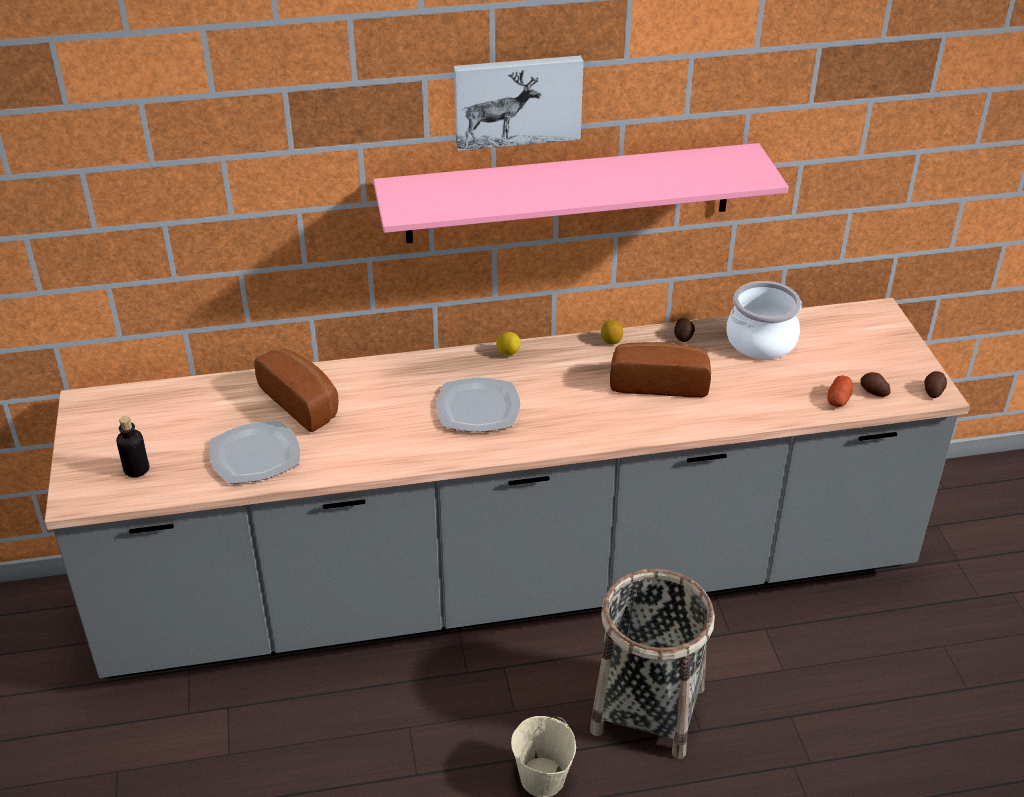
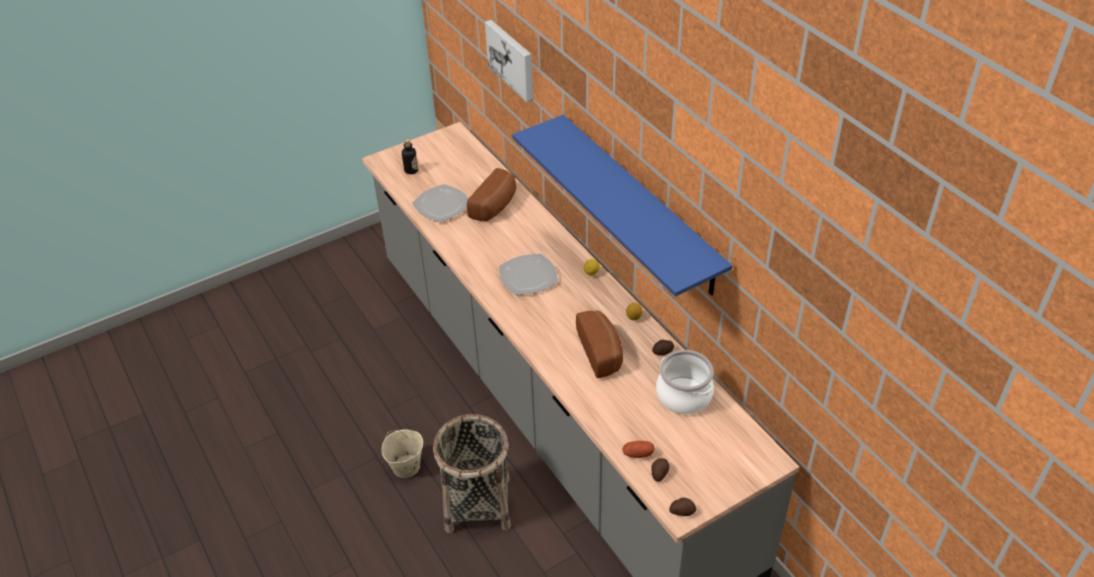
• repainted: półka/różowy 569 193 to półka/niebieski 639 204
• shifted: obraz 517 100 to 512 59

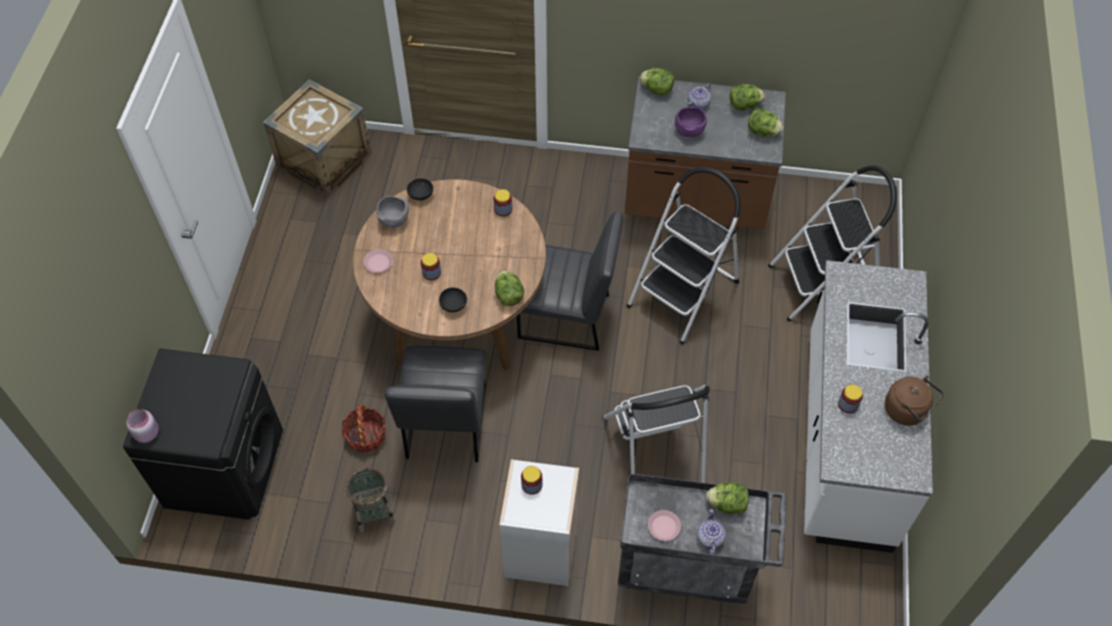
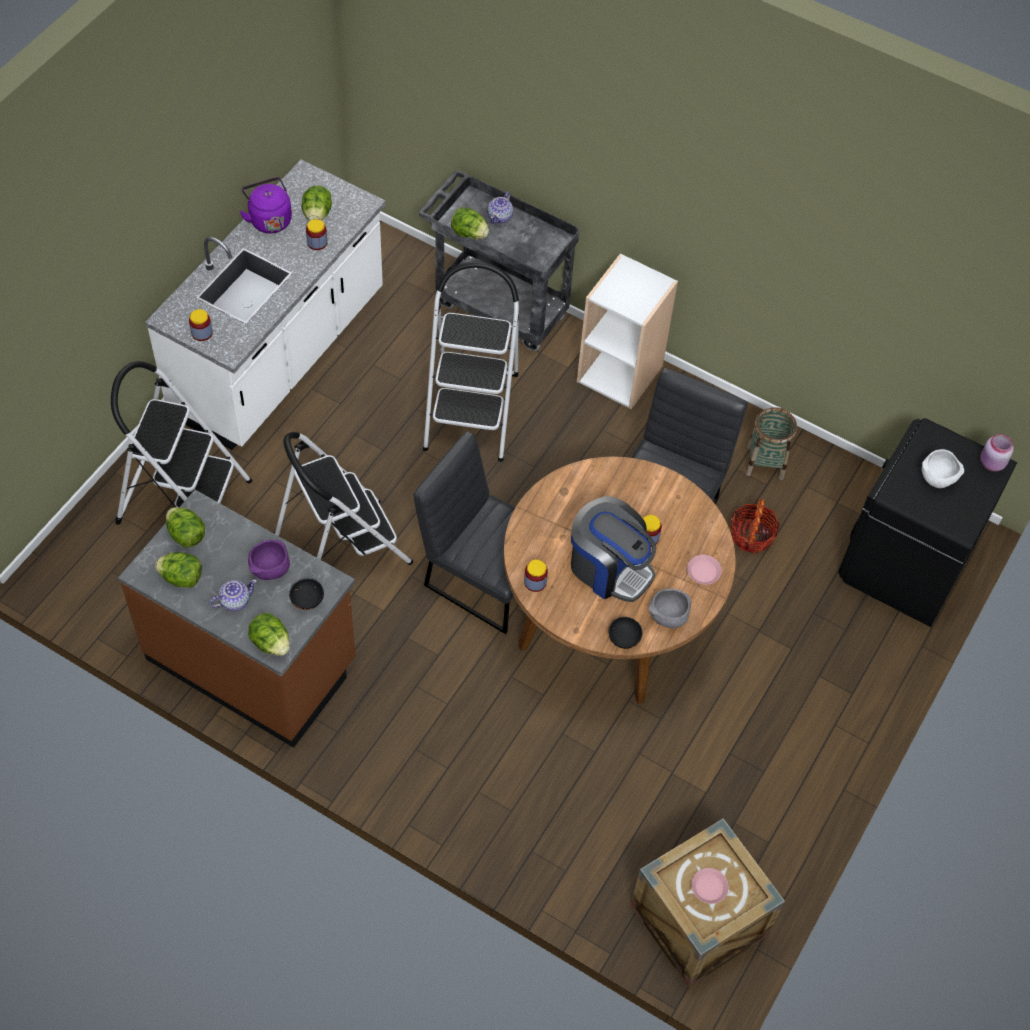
• shifted: miska/czarny 454 305 to 306 600
• shifted: sałata 509 295 to 317 214
• shifted: słoik 531 485 to 202 333
• shifted: talerz/różowy 664 527 to 709 887
• repainted: czajnik/brązowy 907 411 to czajnik/fioletowy 269 219
• new: ekspres do kawy 609 568
• new: miska/biały 937 478

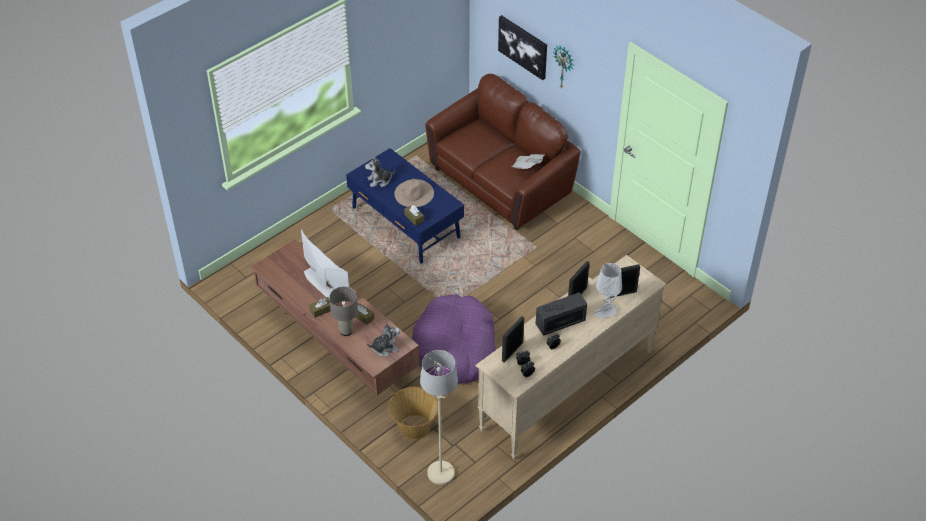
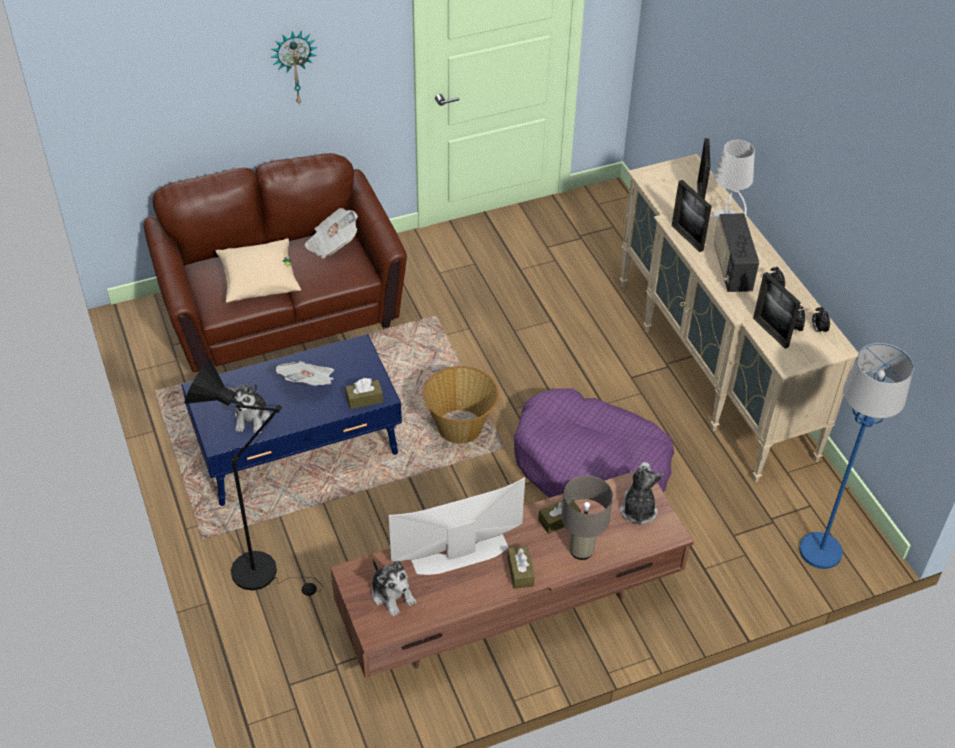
• shifted: koszyk 414 427 to 460 428
• swapped: kapelusz/beżowy 414 193 to gazeta 309 383
• repainted: lampa stojąca/beżowy 440 473 to lampa stojąca/niebieski 820 551
• gone: obraz 523 46
• new: lampa stojąca/czarny 263 572
• new: poduszka/beżowy 259 281
• new: pluszak 392 594

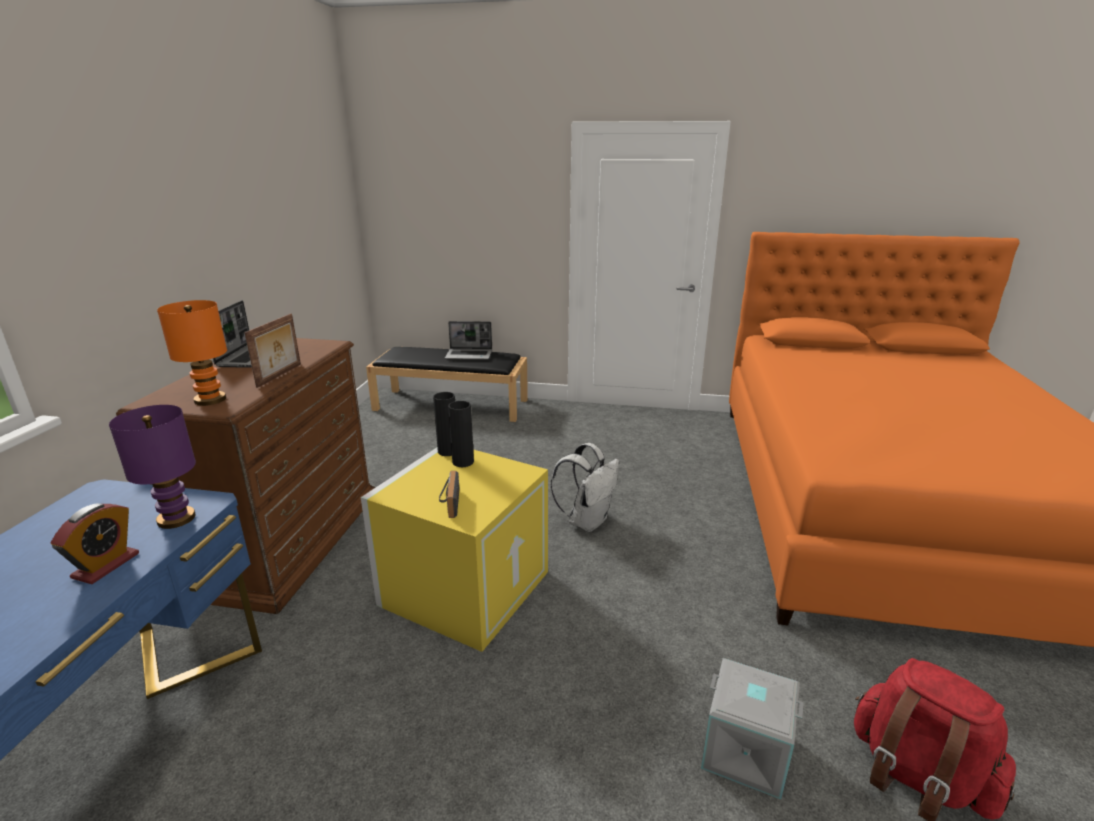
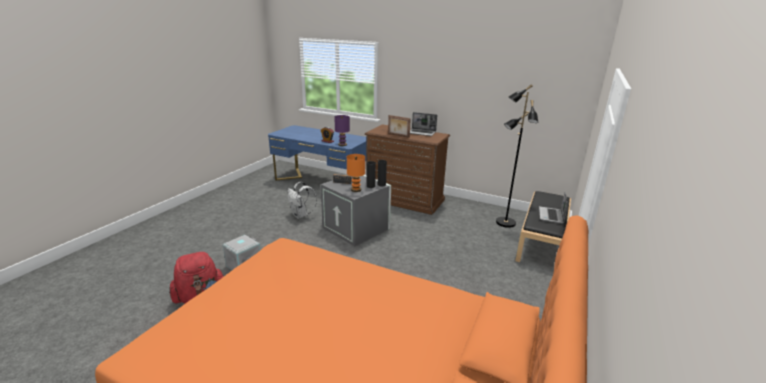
• shifted: lampa stołowa/pomarańczowy 211 399 to 356 190
• repainted: pojemnik do przechowywania/żółty 464 586 to pojemnik do przechowywania/szary 357 228
• shifted: plecak/biały 587 521 to 301 215
• new: lampa stojąca/czarny 505 223

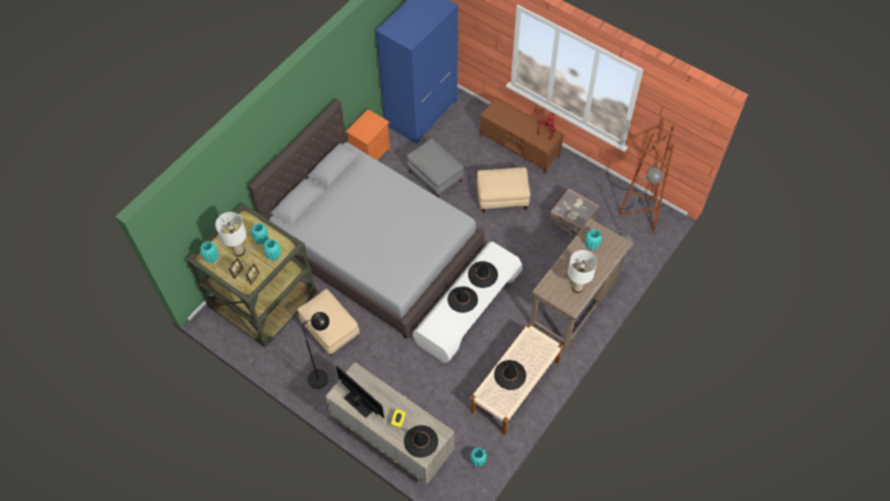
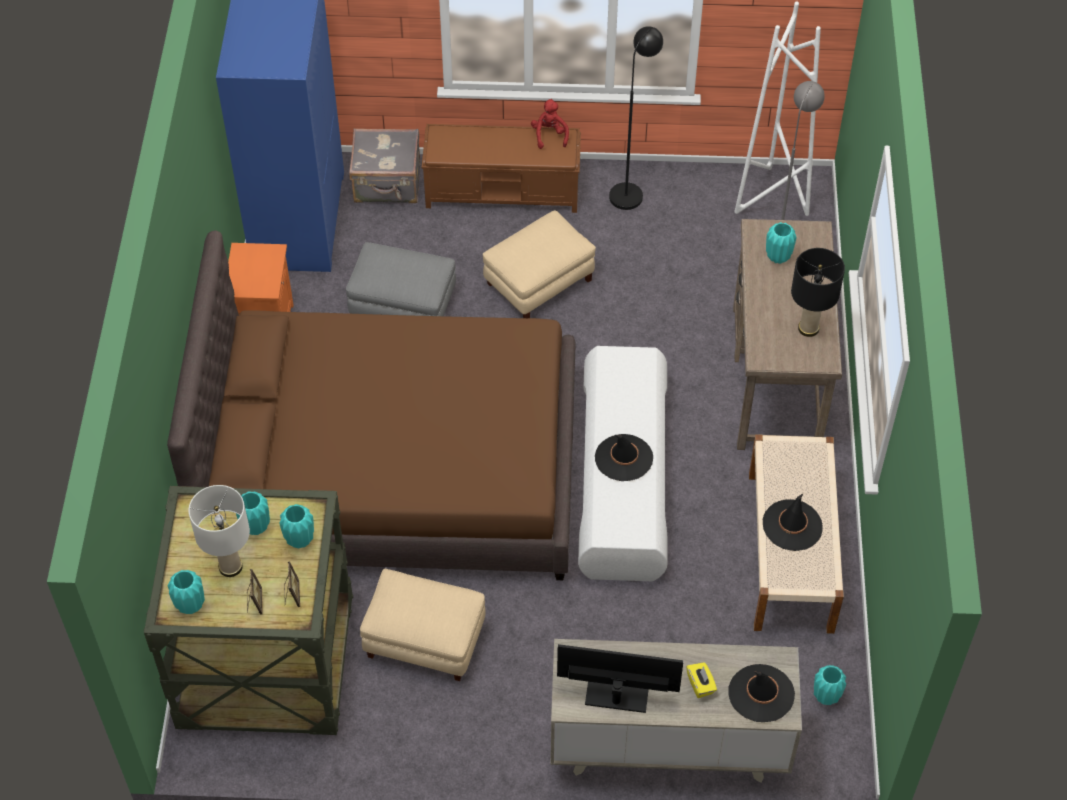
• repainted: łóżko/szary 374 247 to łóżko/brązowy 391 469
• shifted: lampa stojąca/czarny 324 376 to 631 190
• gone: kapelusz/czarny 482 274
• shifted: walizka/szary 572 223 to 387 184
• repainted: lampa stołowa/biały 577 288 to lampa stołowa/czarny 808 328
• repainted: wieszak/brązowy 642 215 to wieszak/biały 771 198

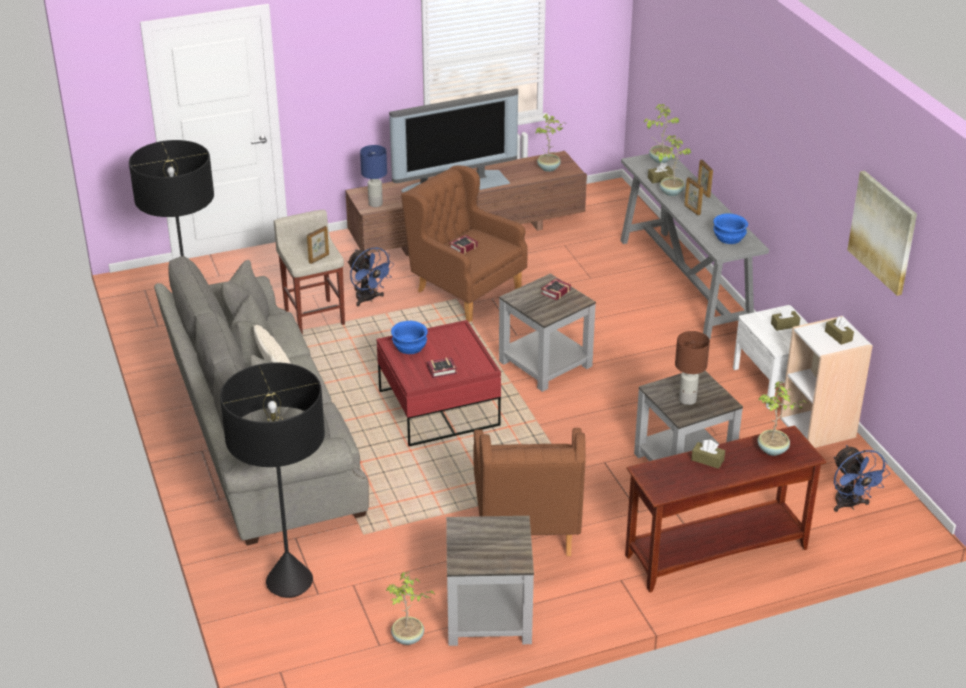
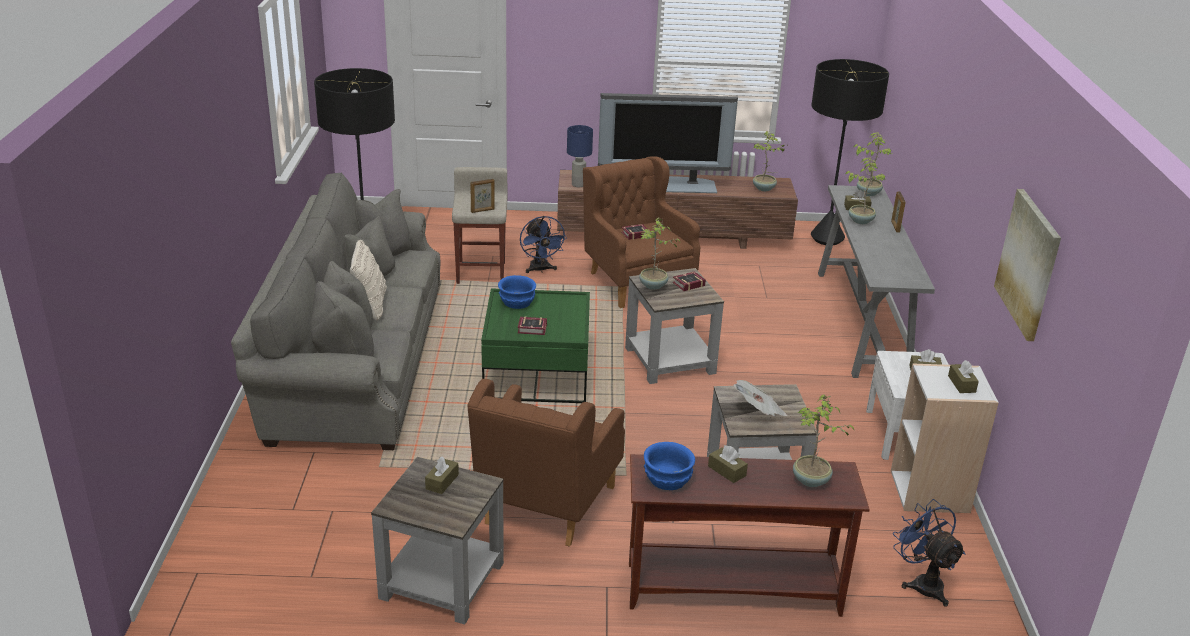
• shifted: lampa stojąca/czarny 290 585 to 827 239
• repainted: ława/czerwony 438 408 to ława/zielony 536 374
• shifted: roślina doniczkowa 408 638 to 653 286
• swapped: lampa stołowa/brązowy 687 400 to gazeta 758 411
• gone: ramka na zdjęcie 692 210
• shifted: miska/niebieski 728 238 to 667 479
• rotated: wentylator/niebieski 850 505 = 922 583 150 degrees clockwise
• new: pudełko chusteczek/brązowy 442 482

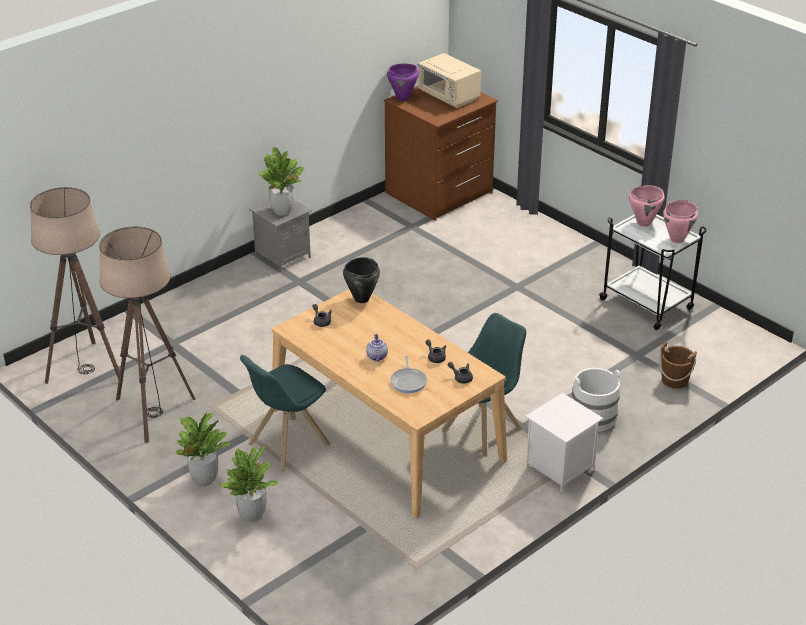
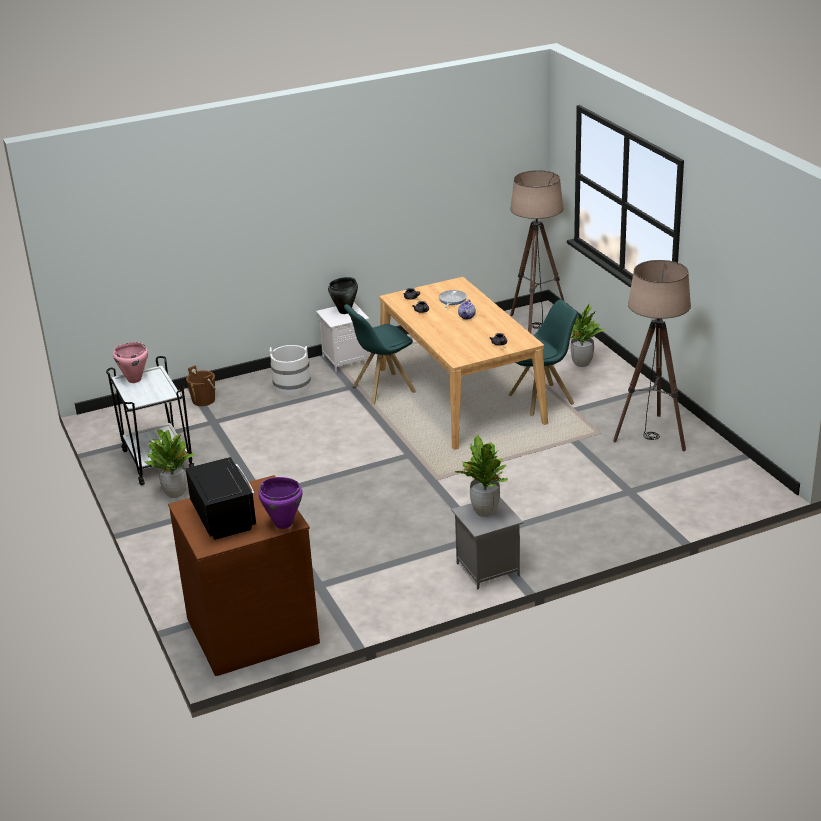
• shifted: lampa stojąca 87 368 to 536 326
• shifted: roślina doniczkowa 204 480 to 175 493
• shifted: garnek/czarny 361 299 to 345 311
• repainted: mikrofalówka/beżowy 449 97 to mikrofalówka/czarny 224 517
• gone: garnek/różowy 644 223

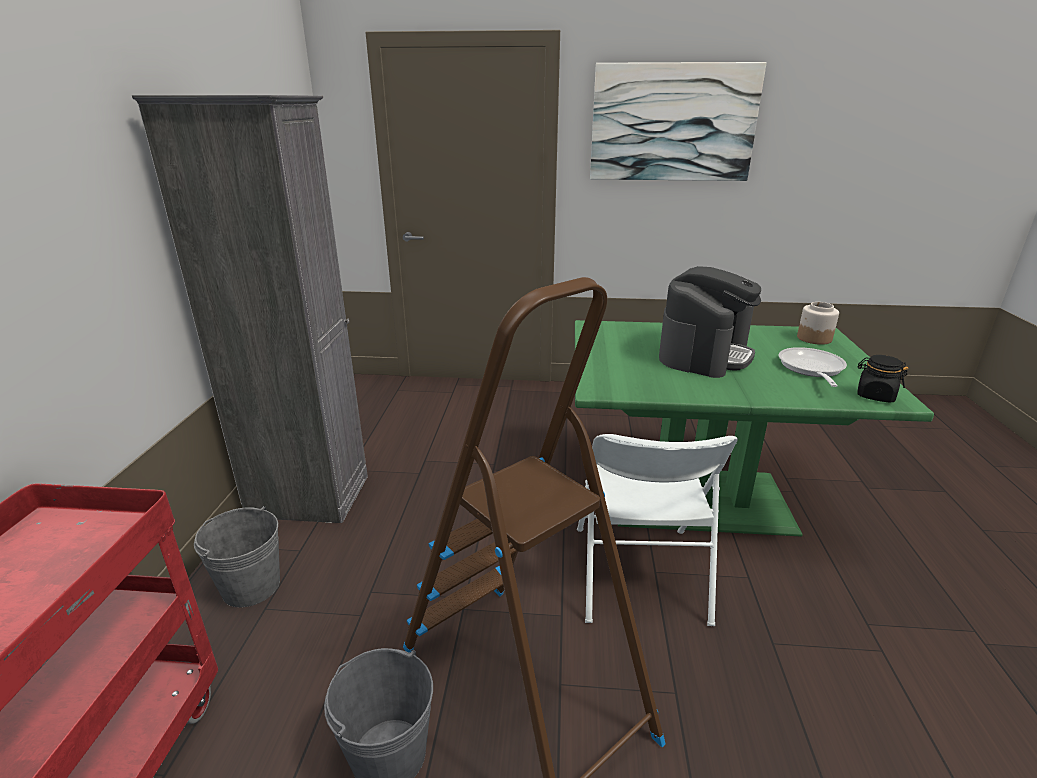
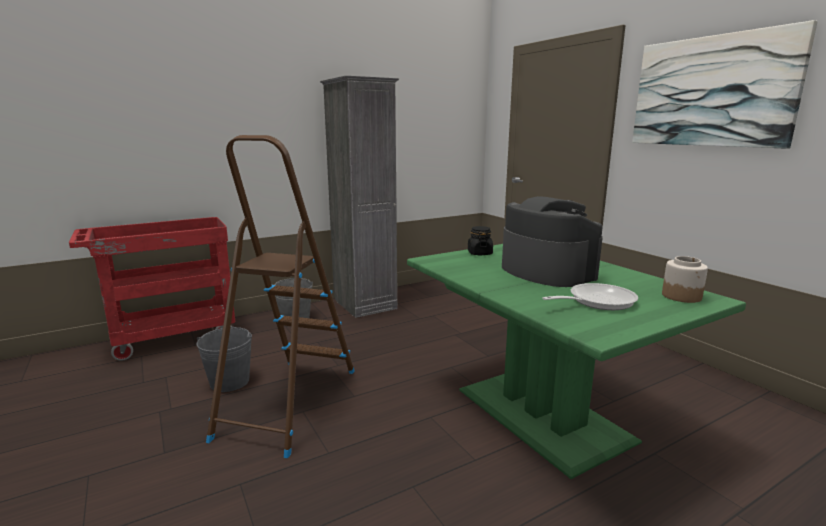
• gone: krzesło/biały 638 573
• rotated: ekspres do kawy 704 354 = 546 271 120 degrees counterclockwise
• shifted: słoik/czarny 874 395 to 479 253

